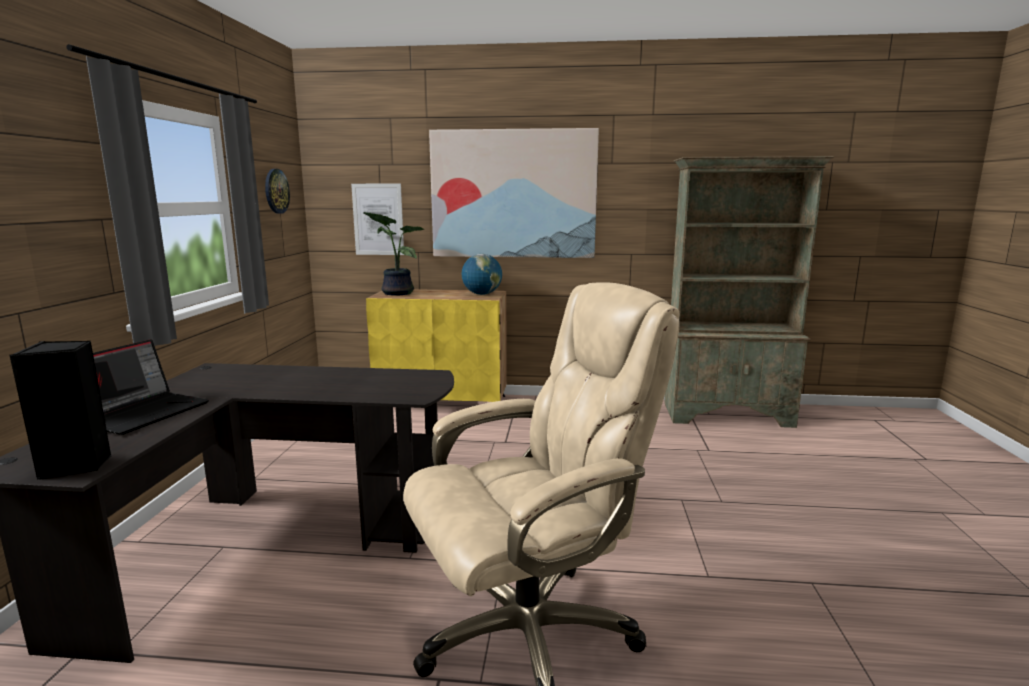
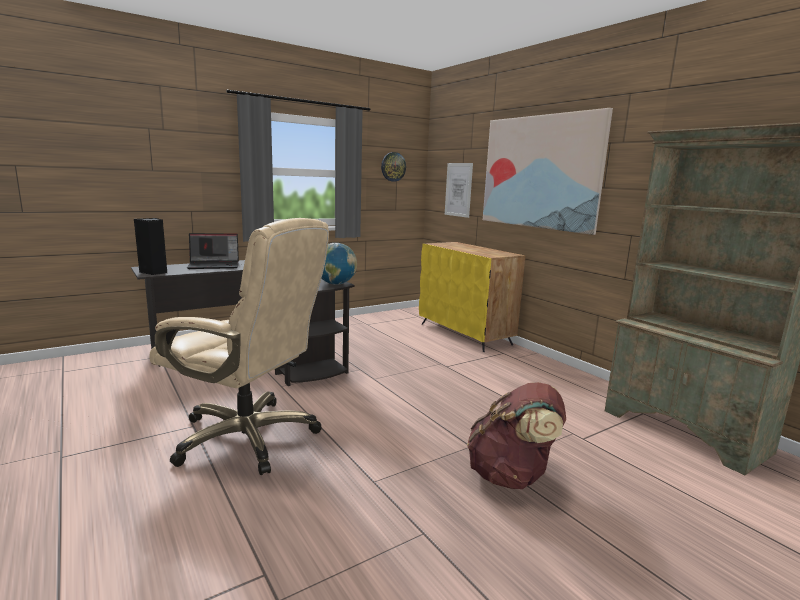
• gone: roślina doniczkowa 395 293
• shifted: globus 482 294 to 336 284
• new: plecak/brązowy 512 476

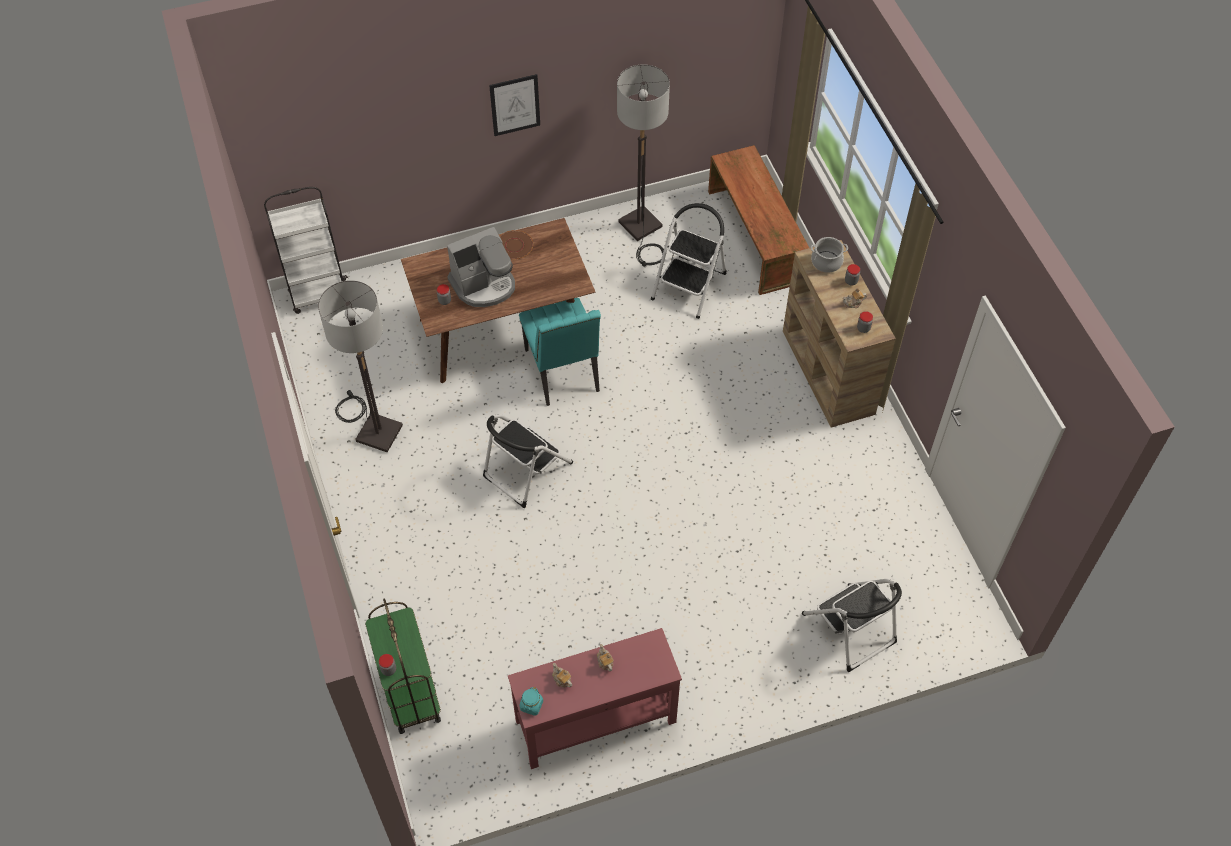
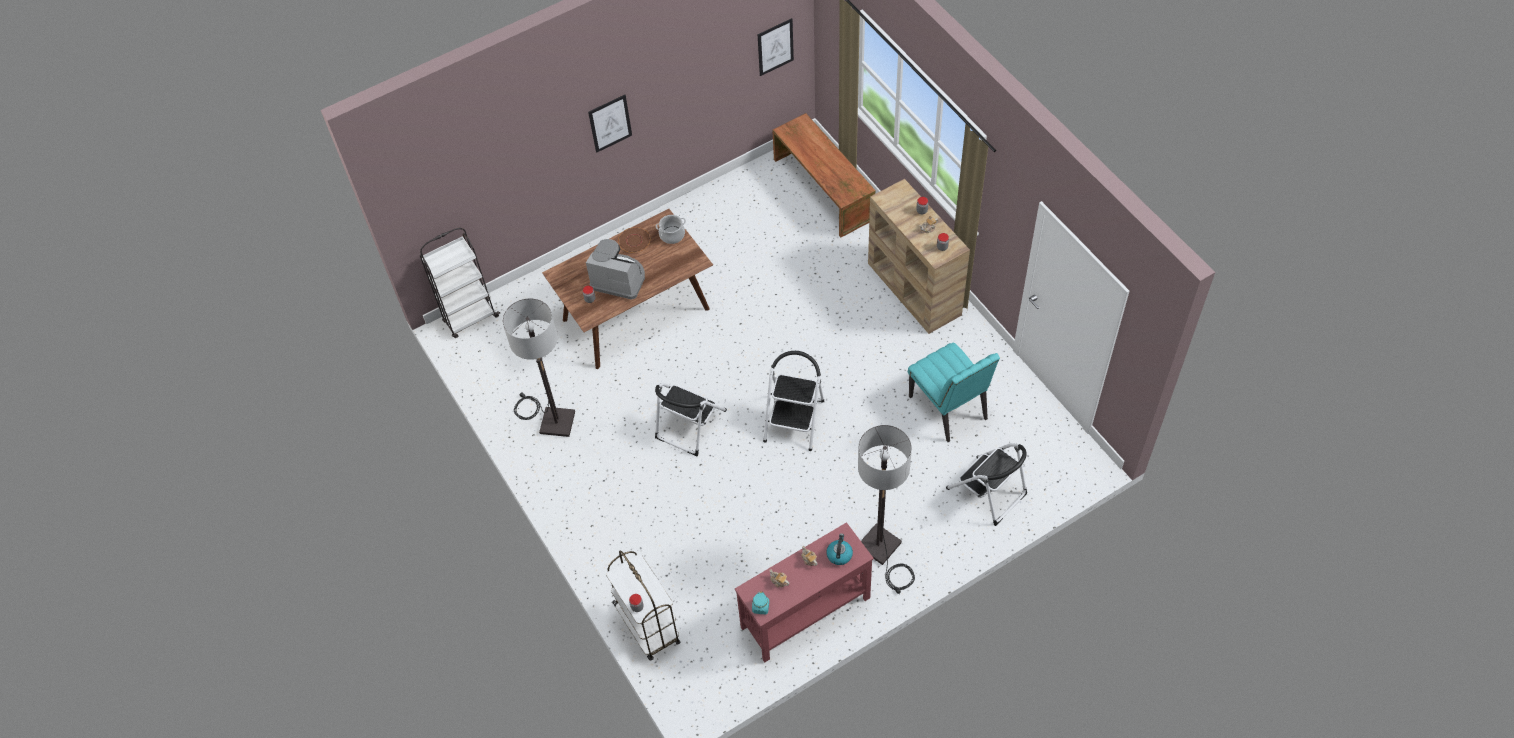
• repainted: wózek/zielony 410 692 to wózek/biały 647 626
• rotated: ekspres do kawy 484 285 = 619 279 120 degrees counterclockwise
• shifted: krzesło/turkusowy 561 369 to 947 407
• shifted: lampa stojąca 643 234 to 885 555
• shifted: drabinka 690 285 to 795 419
• shifted: garnek 826 262 to 672 235
• new: obraz 775 47
• new: czajnik 839 554

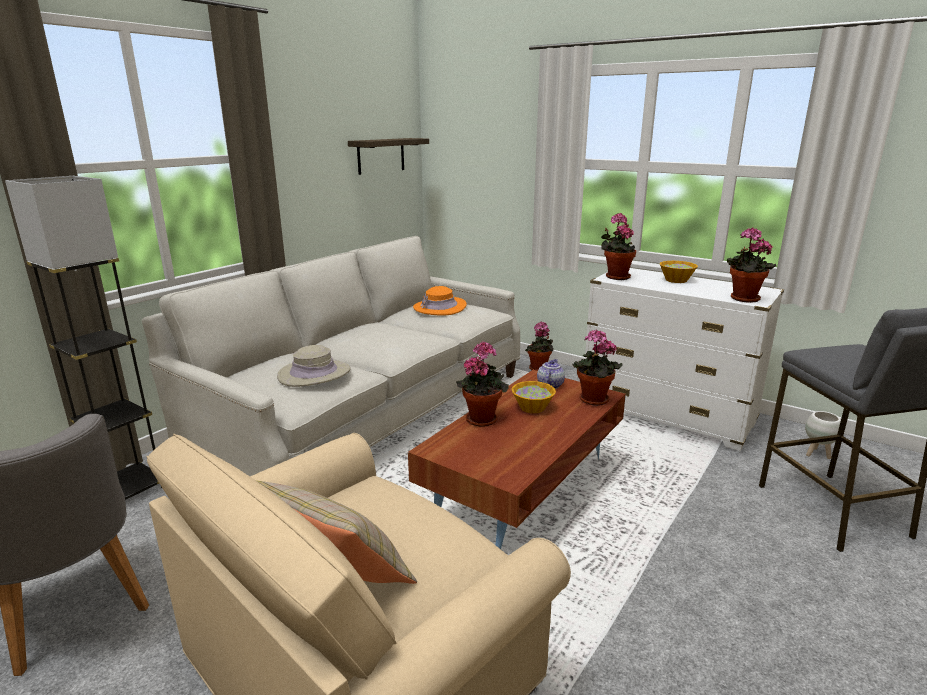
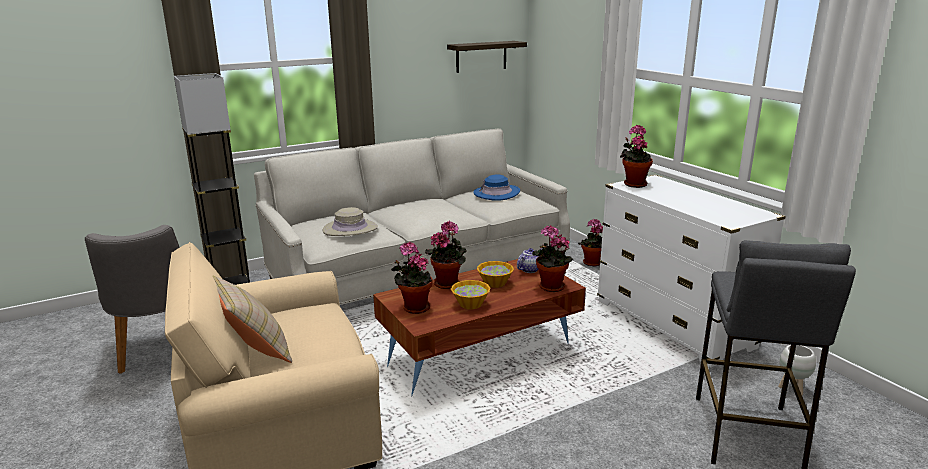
• repainted: kapelusz/pomarańczowy 440 307 to kapelusz/niebieski 496 193
• shifted: miska 676 280 to 470 304
• shifted: roślina doniczkowa 742 299 to 413 308

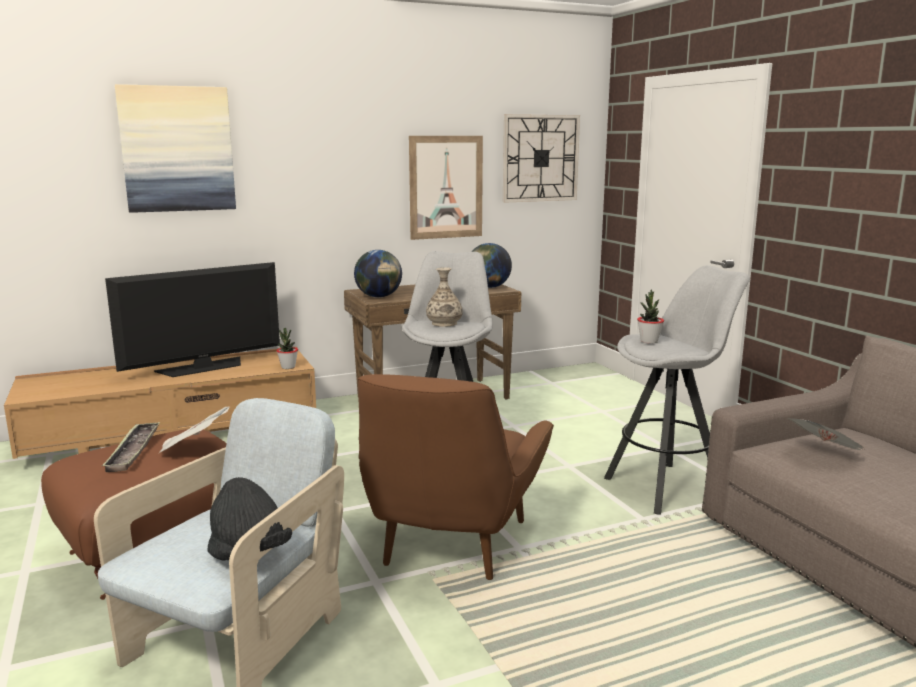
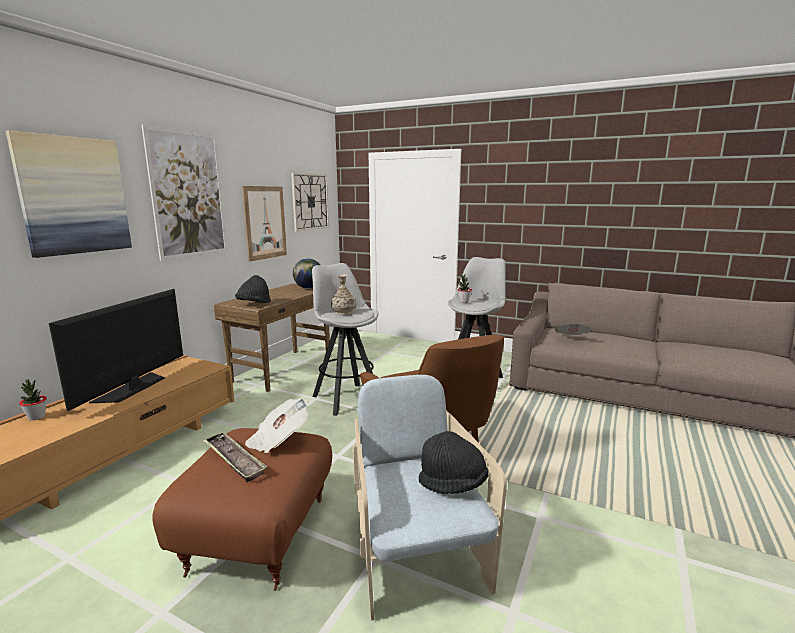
• shifted: roślina doniczkowa 288 367 to 36 417
• swapped: globus 379 297 to kapelusz/czarny 254 304
• new: obraz 188 195

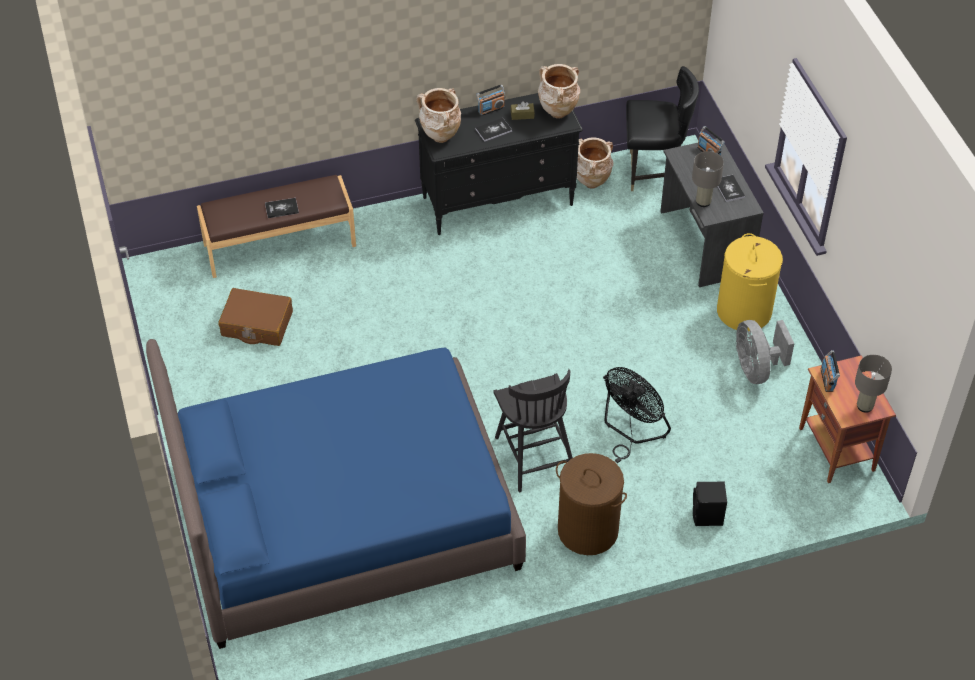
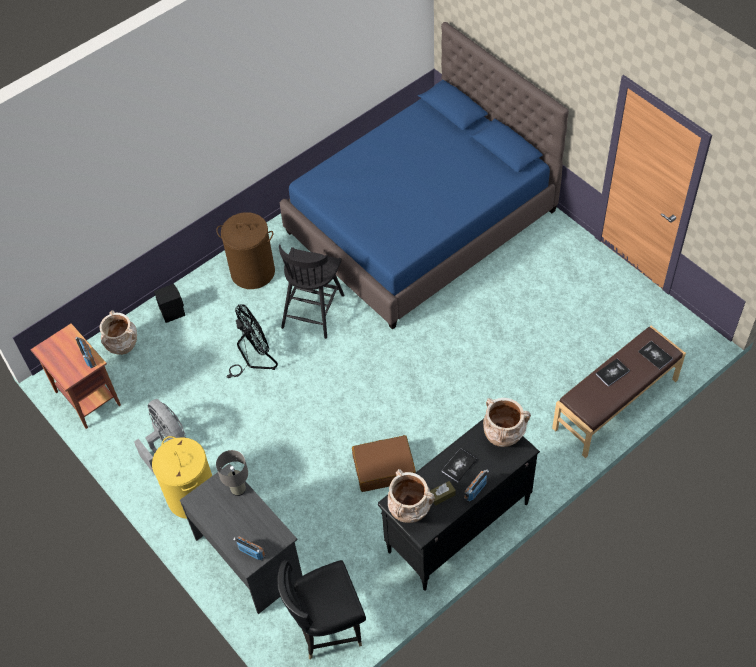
• shifted: walizka/brązowy 257 324 to 384 468
• rotated: krzesło/czarny 534 454 = 313 309 120 degrees counterclockwise
• shifted: wazon/beżowy 591 182 to 124 349
• rotated: wentylator/czarny 629 429 = 252 354 135 degrees counterclockwise
• shifted: książka 729 189 to 655 355
• gone: lampa stołowa/szary 865 406

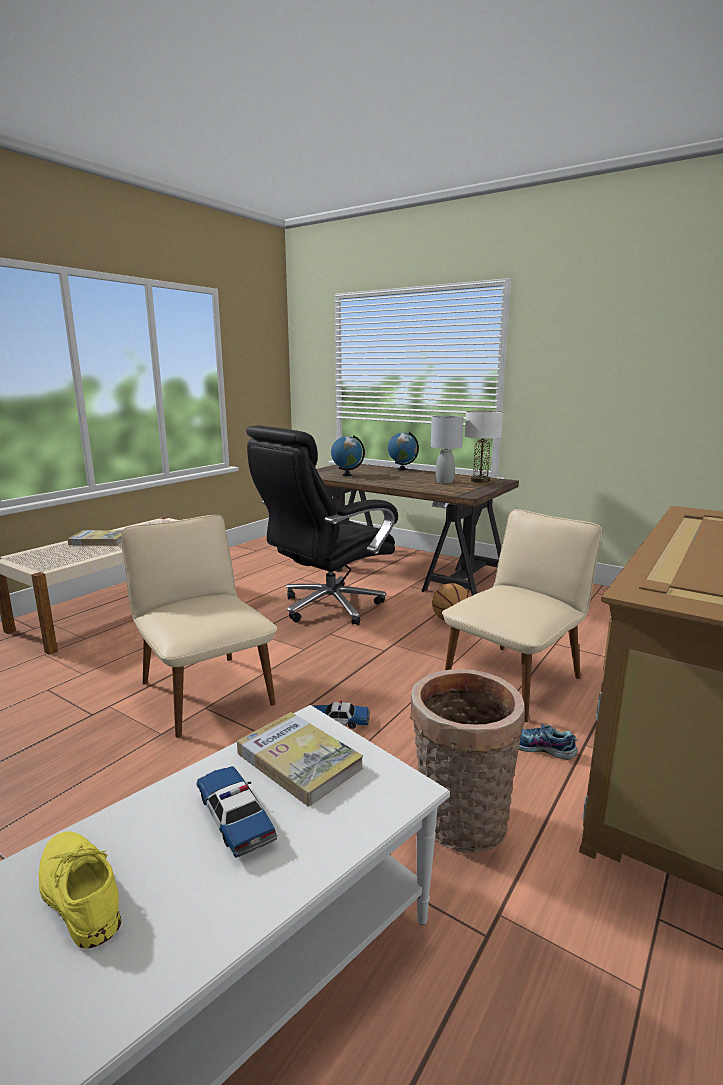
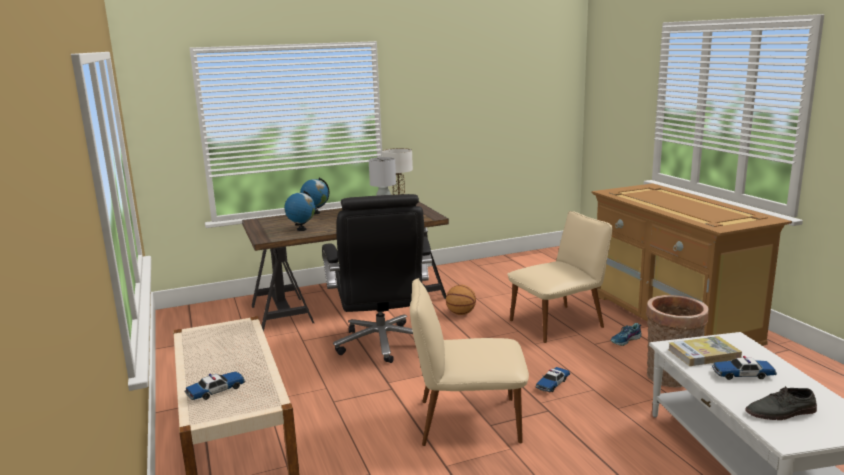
• repainted: but/żółty 77 891 to but/szary 781 412
• gone: książka 99 540
• rotated: krzesło/beżowy 512 680 = 556 323 75 degrees clockwise
• new: samochodzik 216 391

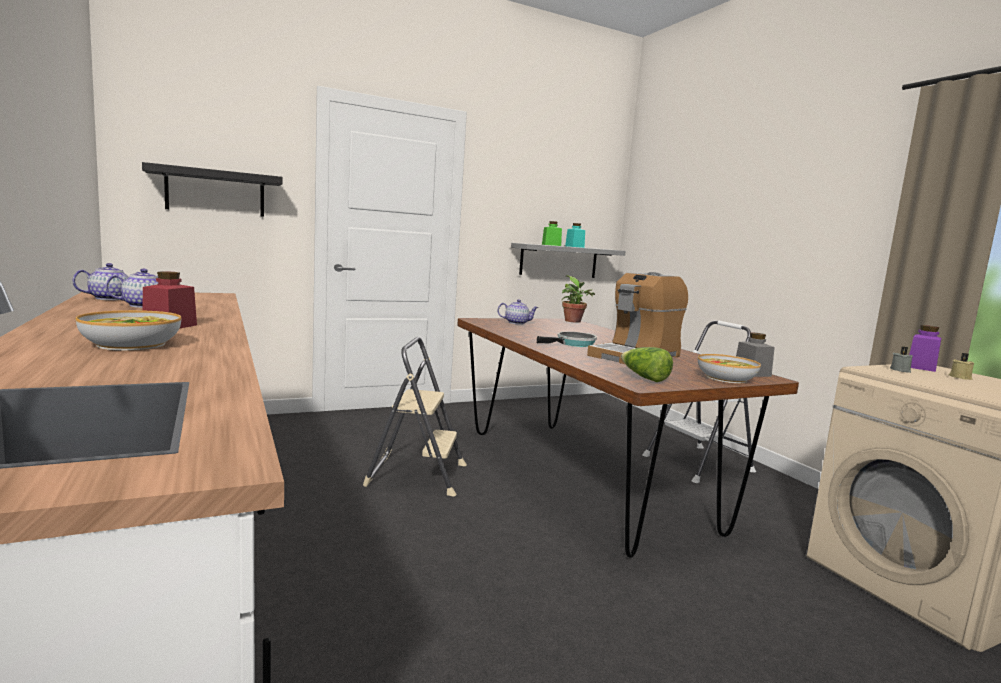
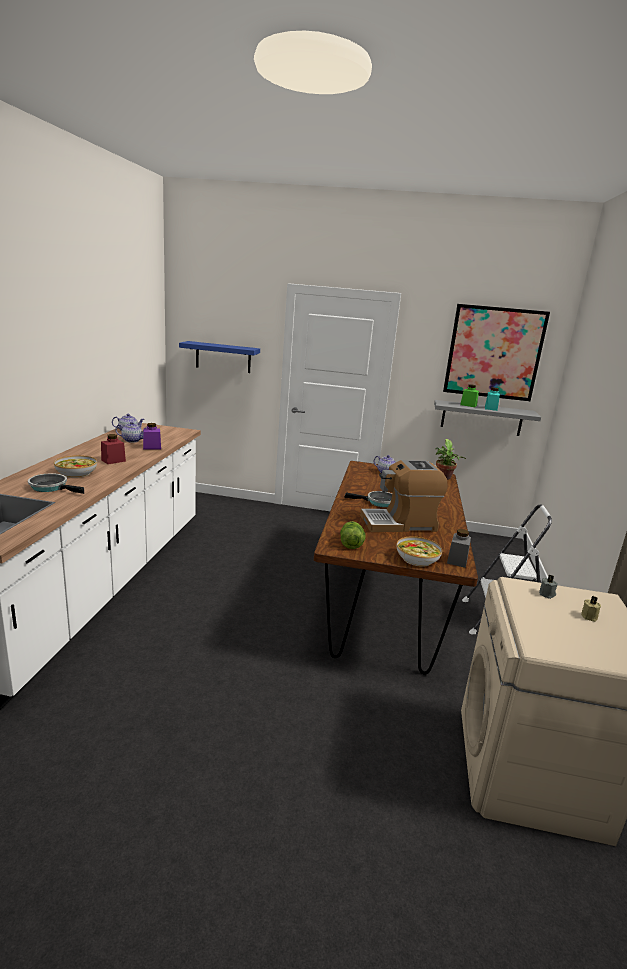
• repainted: półka/czarny 215 192 to półka/niebieski 223 357
• gone: drabinka/beżowy 413 474
• shifted: słoik/fioletowy 921 367 to 152 447
• new: patelnia 51 487
• new: obraz 494 353

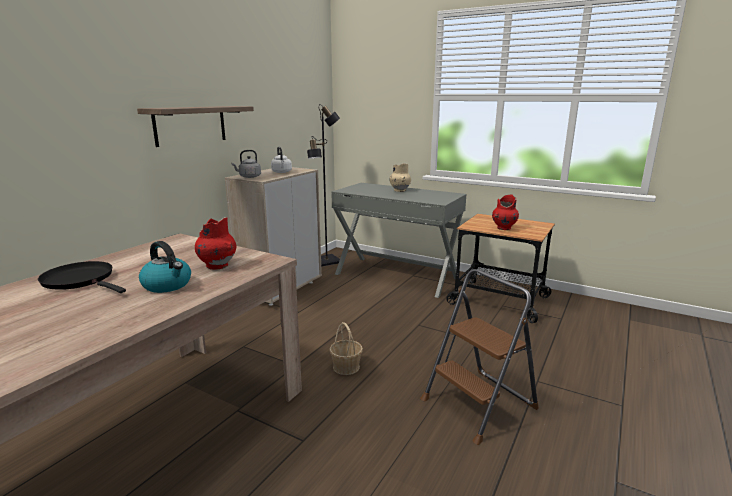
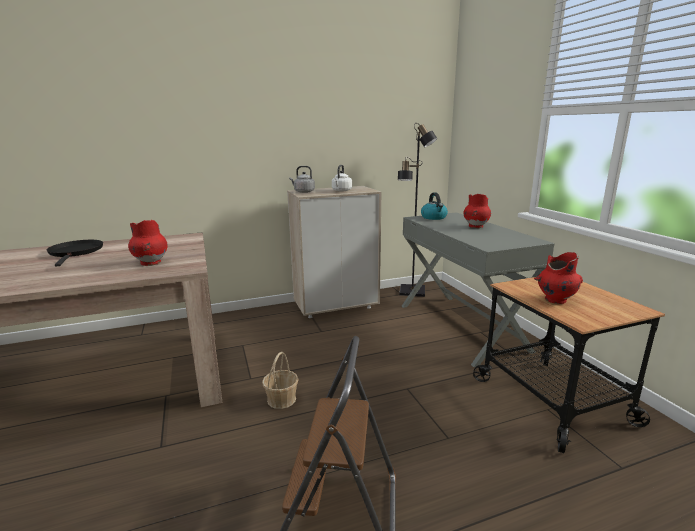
• gone: półka 190 125
• shifted: czajnik 168 285 to 434 217
• repainted: wazon/beżowy 399 190 to wazon/czerwony 475 226

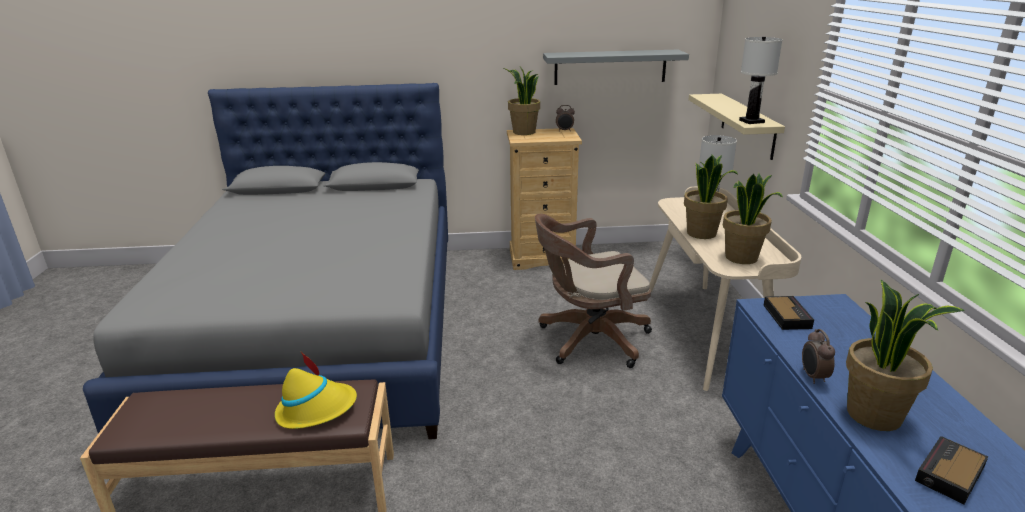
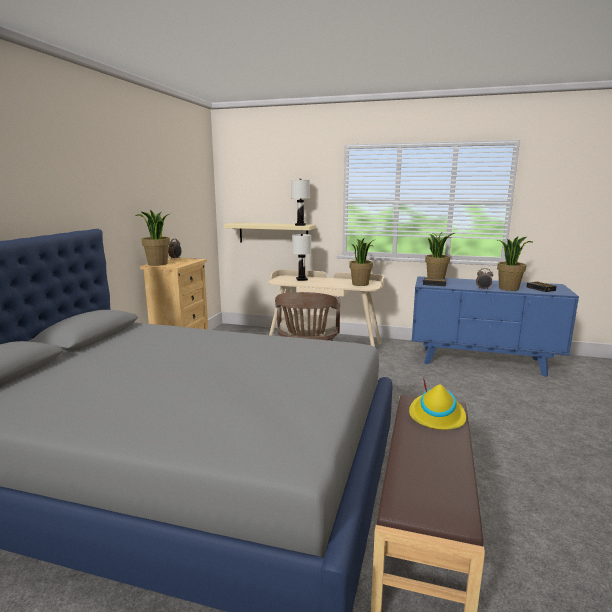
• gone: półka/szary 610 67
• shifted: roślina doniczkowa 702 233 to 436 279

